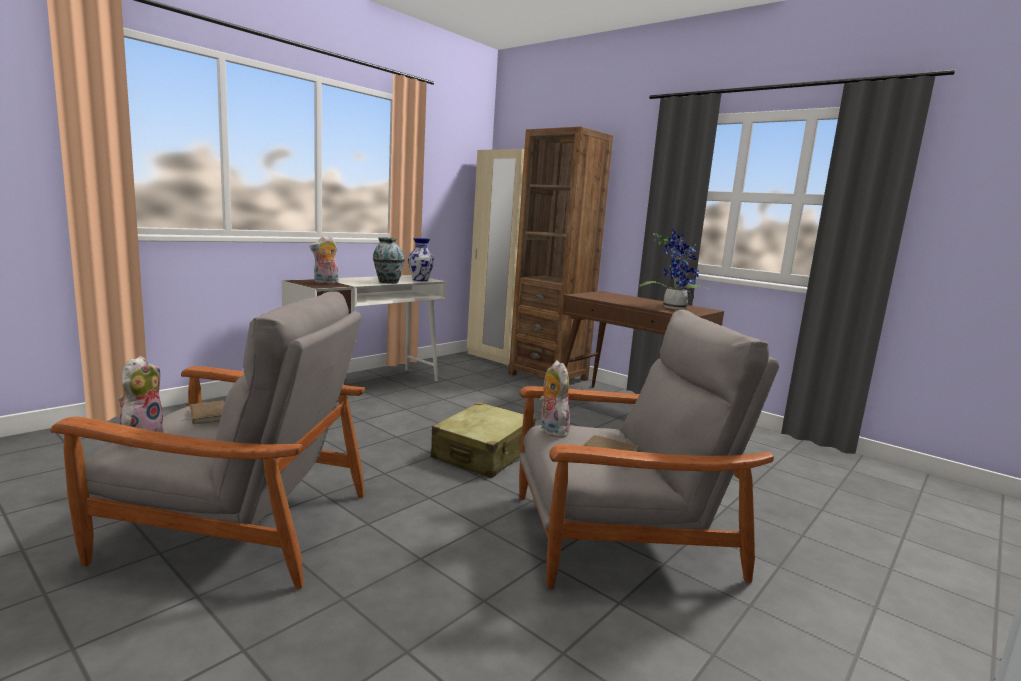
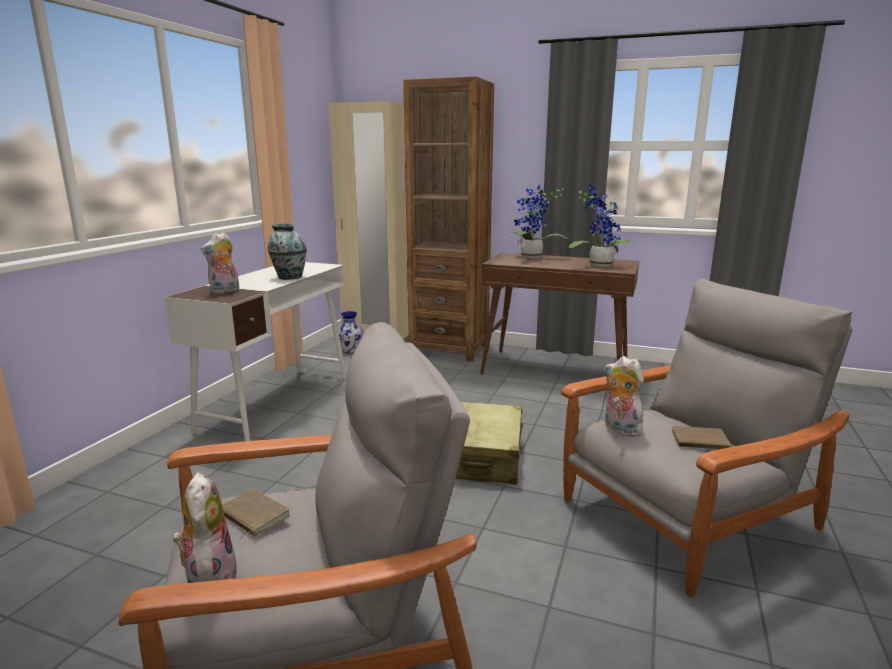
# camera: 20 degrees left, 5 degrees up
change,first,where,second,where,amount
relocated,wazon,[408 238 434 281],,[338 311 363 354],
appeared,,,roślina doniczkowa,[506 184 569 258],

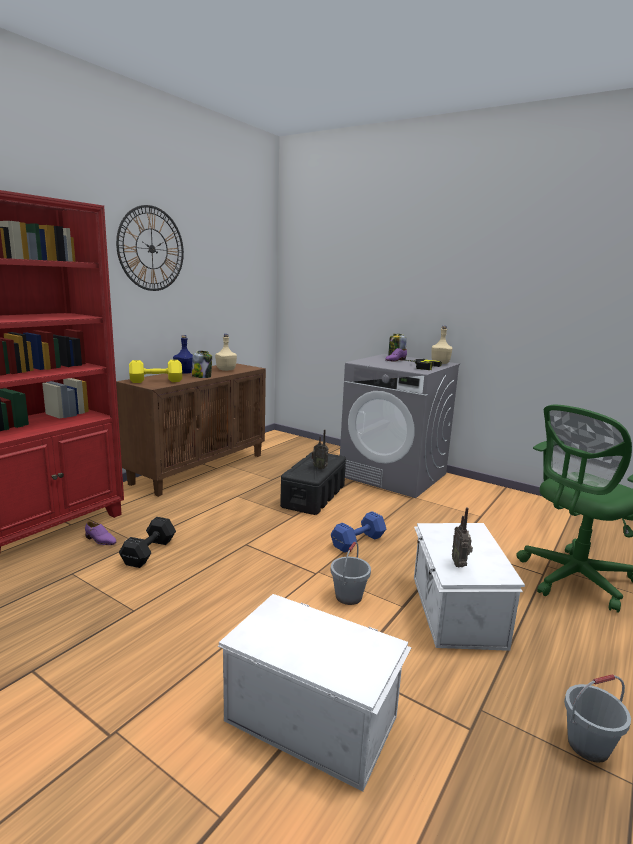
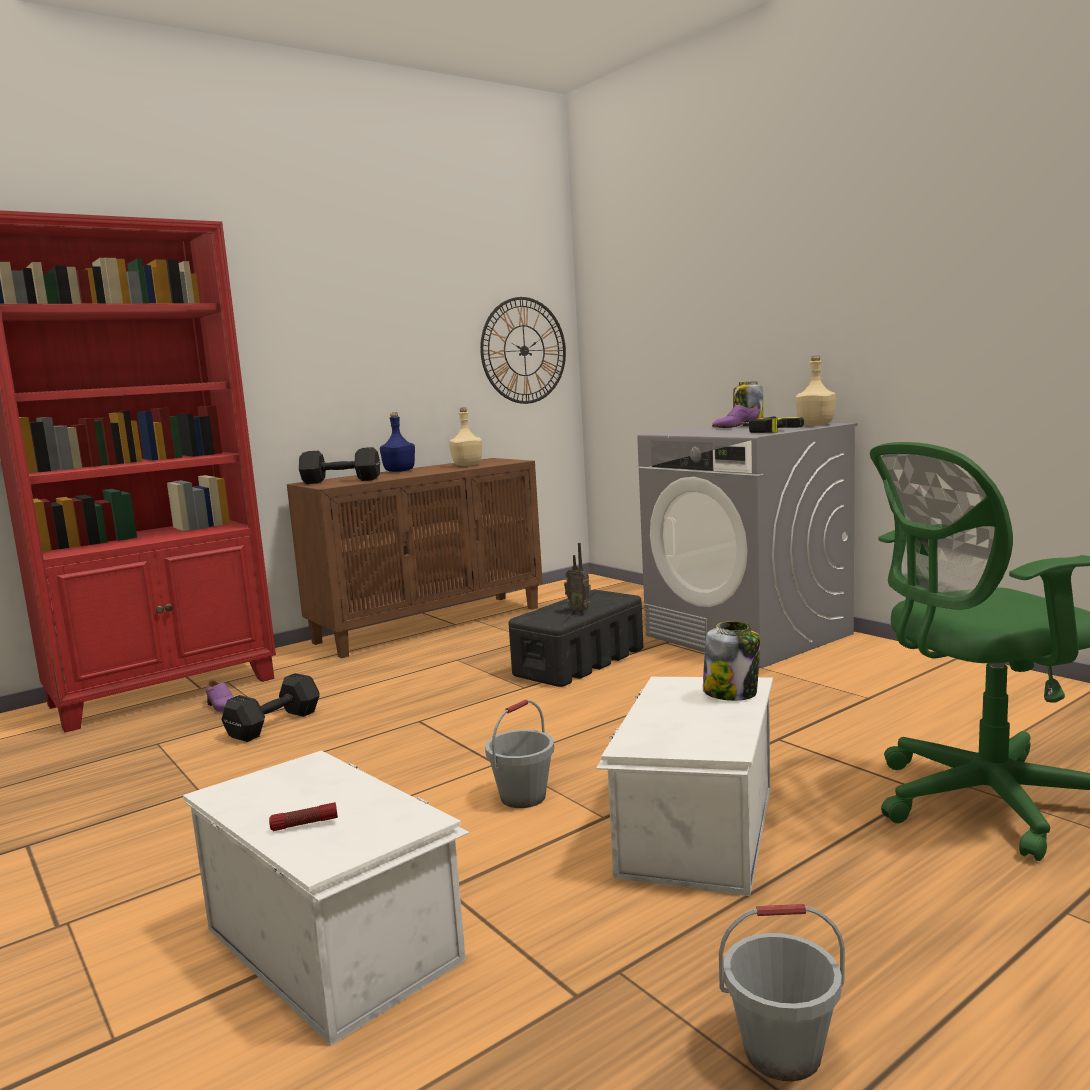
# camera: 20 degrees right, 5 degrees down
change,first,where,second,where,amount
relocated,zegar ścienny,[116 205 184 291],,[480 297 566 404],
relocated,słoik,[192 351 212 378],,[703 621 760 701],
colour,hantel [żółty],[129 360 182 383],hantel [czarny],[299 447 380 484],
missing,radio,[452 507 473 568],,,
missing,hantel [niebieski],[331 511 386 553],,,
appeared,,,latarka,[269 802 338 831],

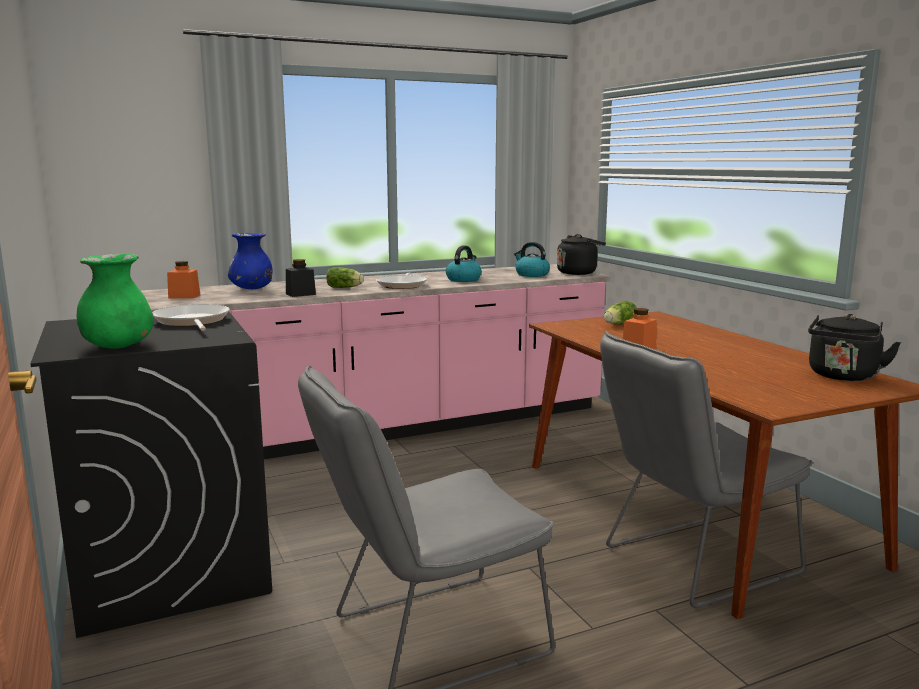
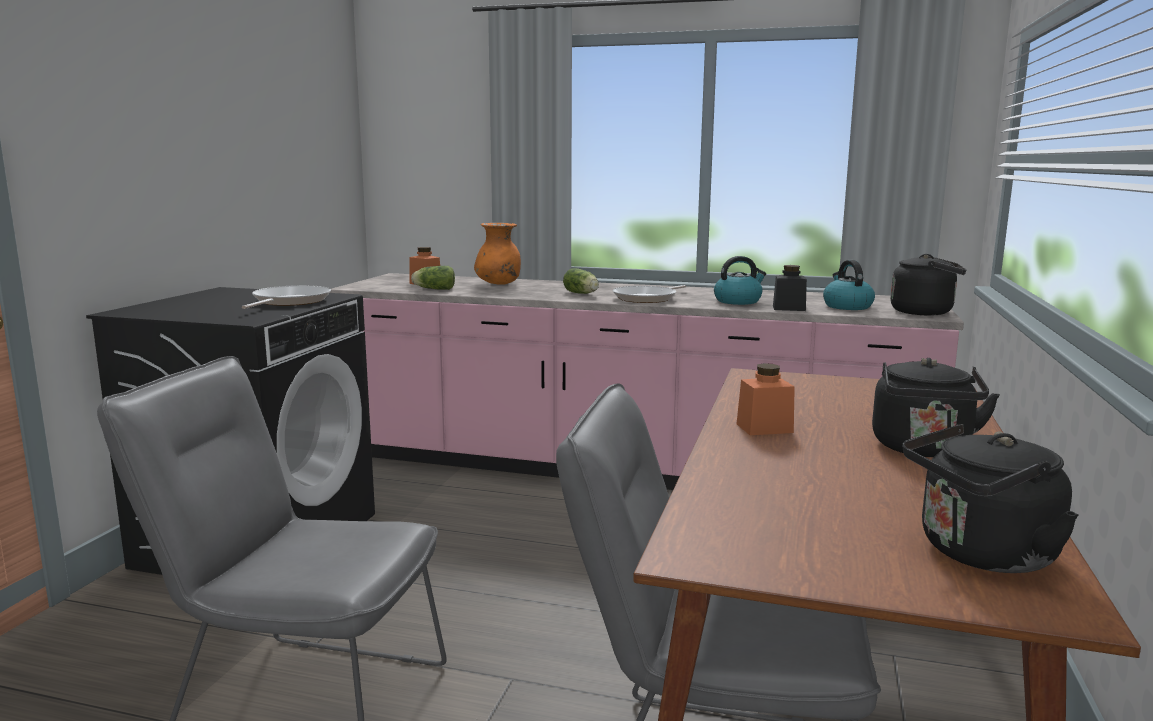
# camera: 40 degrees right, 0 degrees up
change,first,where,second,where,amount
colour,wazon [niebieski],[228 233 272 289],wazon [pomarańczowy],[474 223 521 285],
missing,wazon [zielony],[77 254 154 349],,,
relocated,słoik [czarny],[286 259 316 297],,[773 265 807 311],
relocated,sałata,[604 301 637 325],,[411 266 455 290],
appeared,,,czajnik [czarny],[872 358 1000 457],

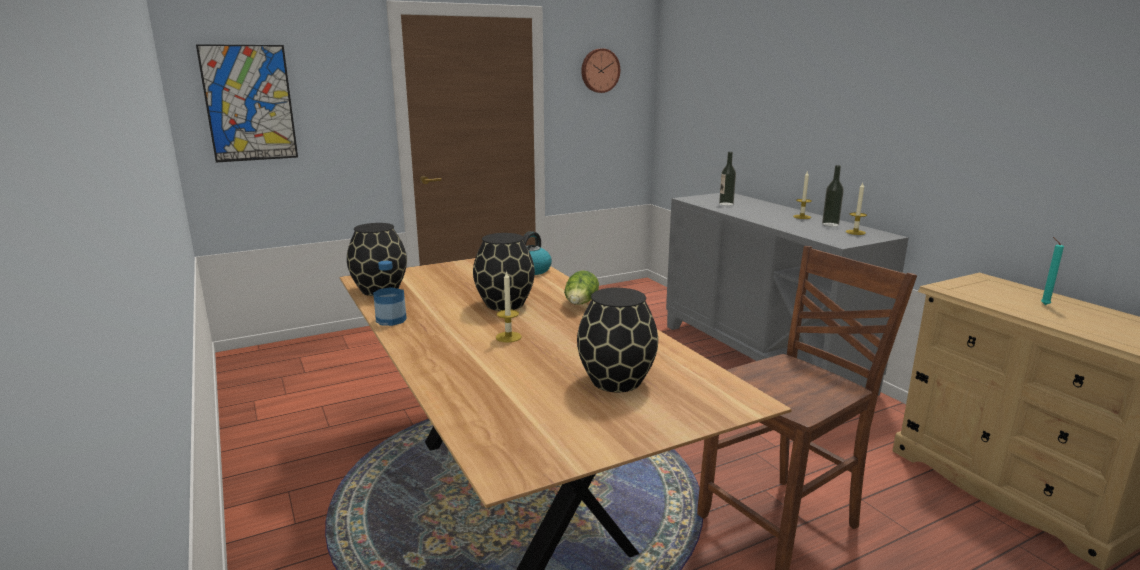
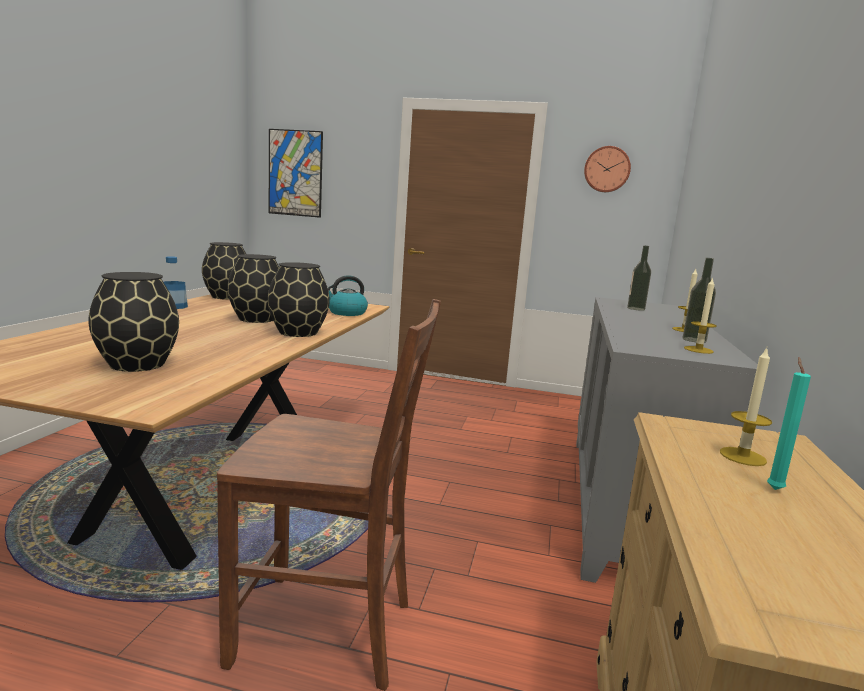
# camera: 40 degrees right, 5 degrees down
change,first,where,second,where,amount
exchanged,sałata,[564 270 599 305],wazon [czarny],[267 262 330 337],
relocated,świeca,[496 271 522 343],,[720 348 772 466],

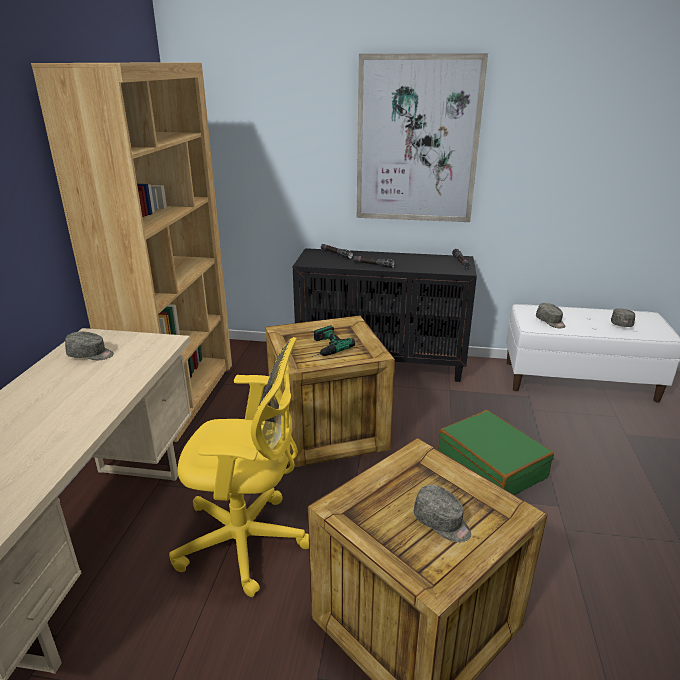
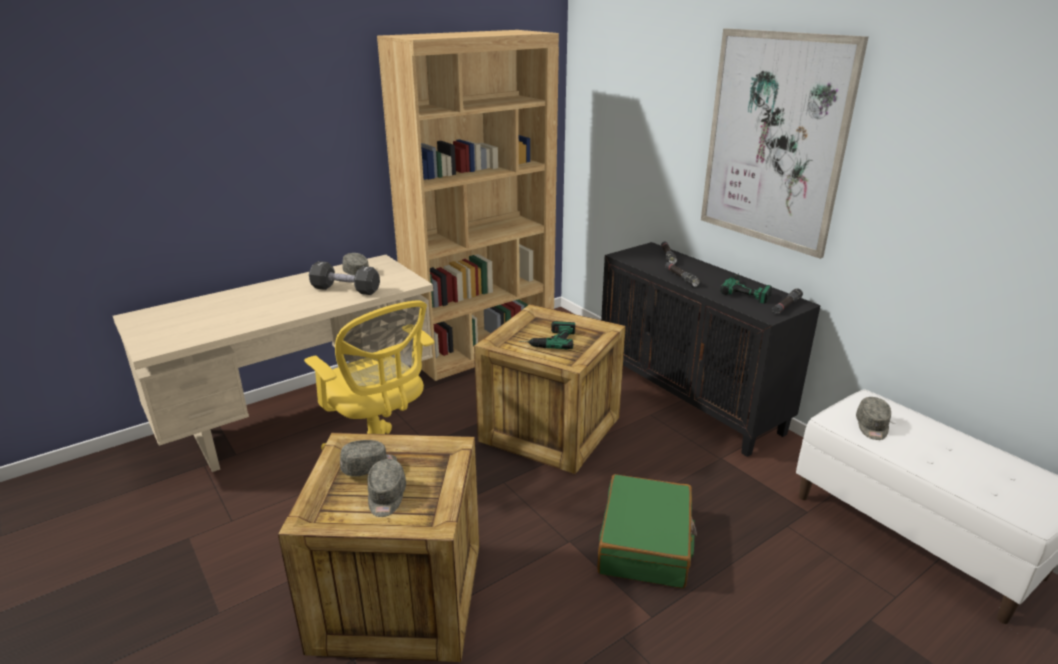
# camera: 45 degrees right, 0 degrees up
change,first,where,second,where,amount
relocated,czapka z daszkiem [szary],[611 308 635 327],,[340 440 397 476],
appeared,,,hantel [czarny],[309 261 380 295],
appeared,,,wiertarka,[720 273 772 304],

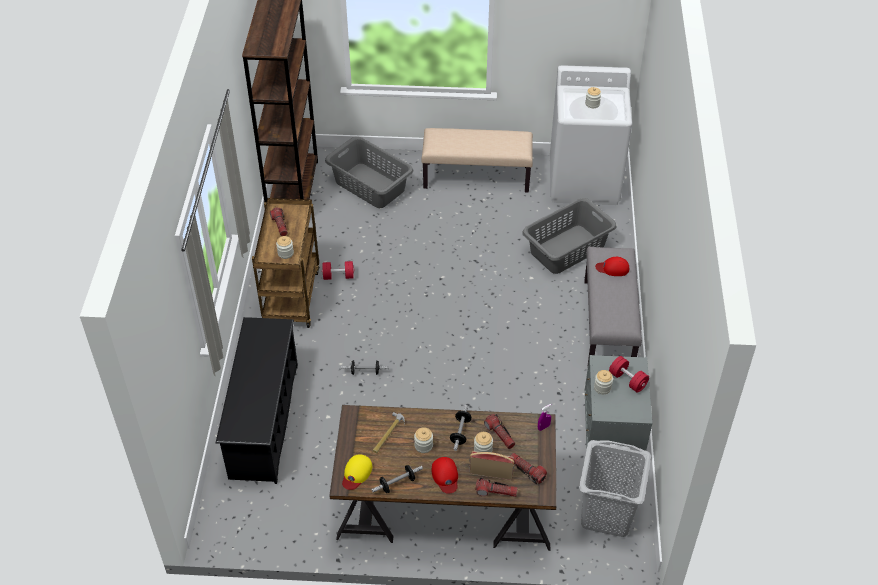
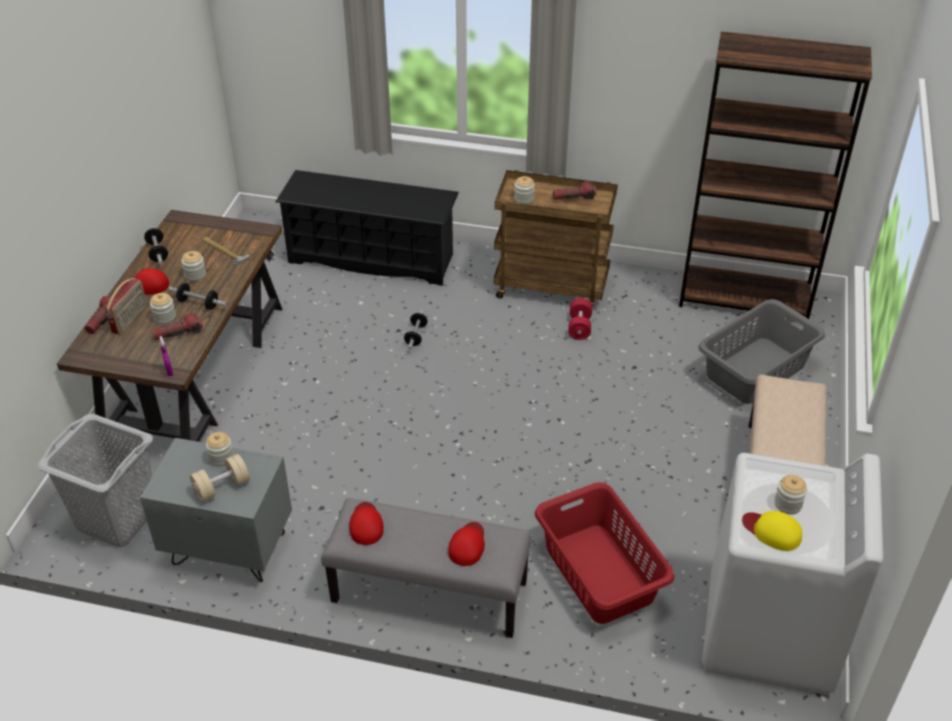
# camera: 100 degrees right, 5 degrees down
change,first,where,second,where,amount
colour,kosz na pranie [szary],[522 198 617 274],kosz na pranie [czerwony],[535 482 674 624],
colour,hantel [czerwony],[609 356 649 393],hantel [beżowy],[190 454 250 502],
missing,latarka,[511 453 547 484],,,
relocated,czapka z daszkiem [żółty],[342 454 372 490],,[742 511 802 551],
appeared,,,czapka z daszkiem [czerwony],[349 502 384 545],

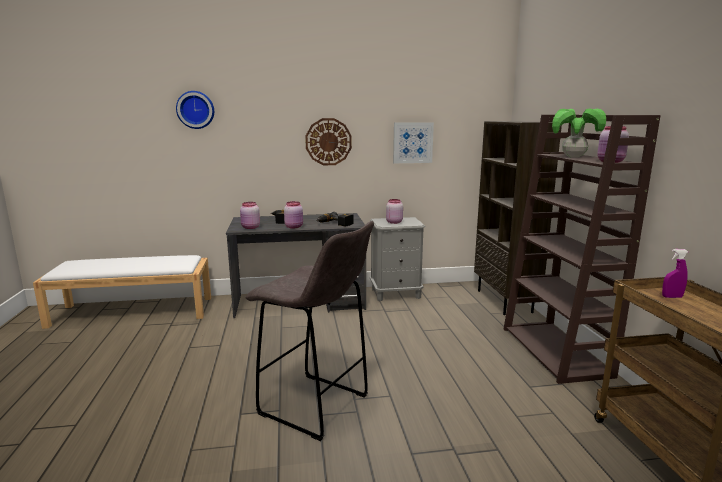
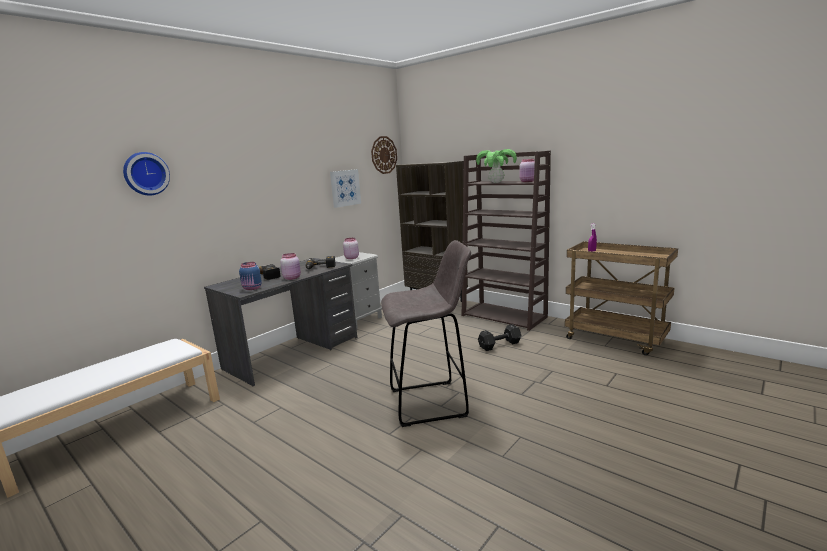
# camera: 40 degrees left, 0 degrees up
change,first,where,second,where,amount
relocated,zegar ścienny,[305 118 352 165],,[371 136 397 174],
colour,słoik [różowy],[240 202 260 229],słoik [niebieski],[239 262 262 290],
appeared,,,hantel [czarny],[478 324 522 351],

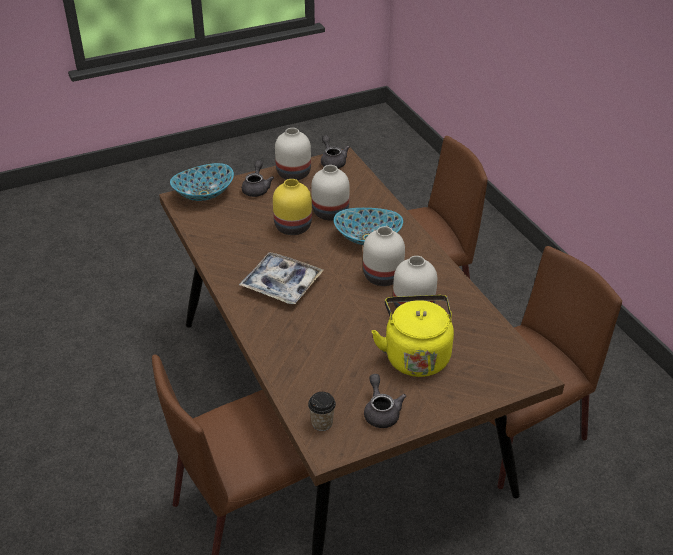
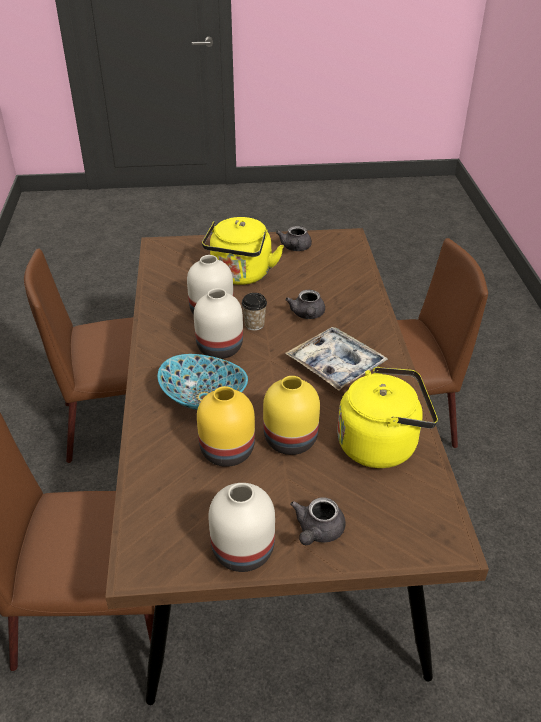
# camera: 160 degrees left, 0 degrees up
change,first,where,second,where,amount
relocated,imbryk [szary],[321 135 349 169],,[285 290 325 319],
missing,miska,[170 163 234 201],,,
colour,wazon [biały],[311 165 350 220],wazon [żółty],[197 386 255 467],
relocated,filiżanka,[308 392 336 431],,[241 293 267 331],
appeared,,,czajnik [żółty],[337 367 438 468],

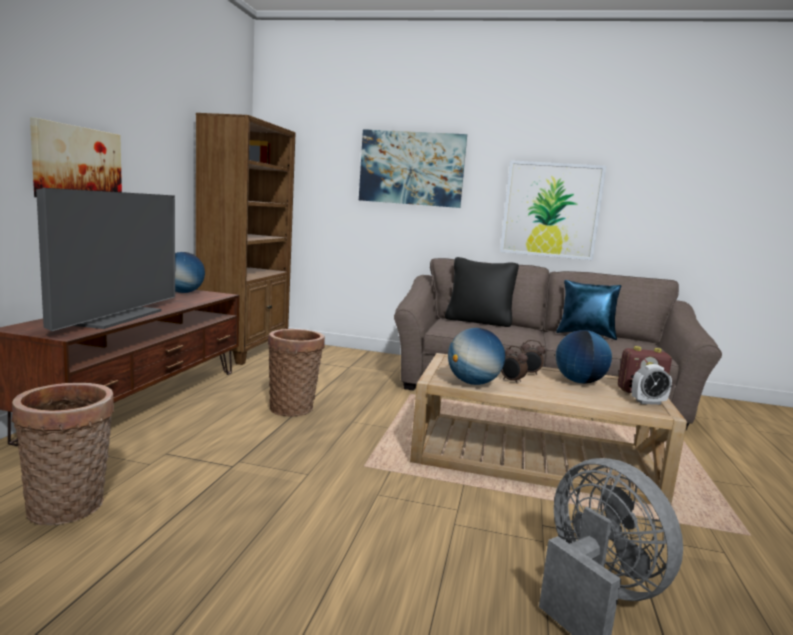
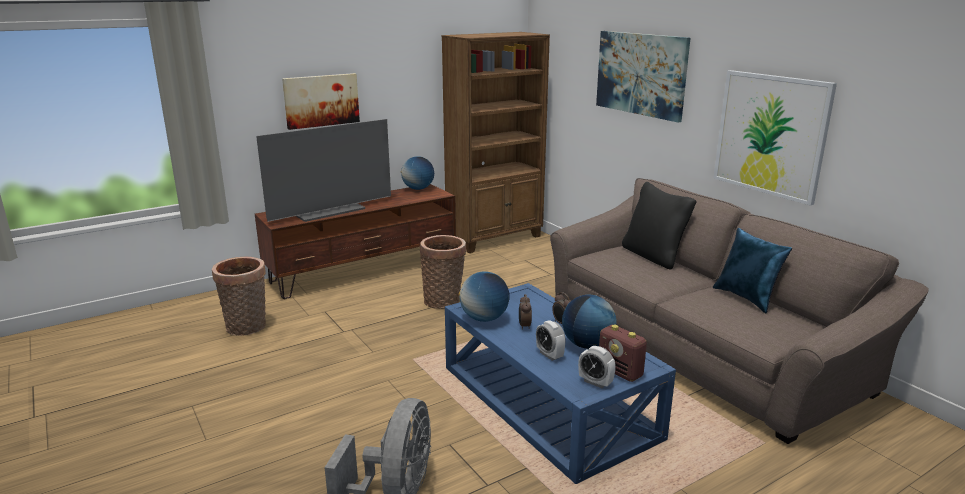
# camera: 45 degrees right, 10 degrees up
change,first,where,second,where,amount
colour,ława [beżowy],[410 353 687 504],ława [niebieski],[445 283 676 484],
appeared,,,budzik,[536 320 566 361],

